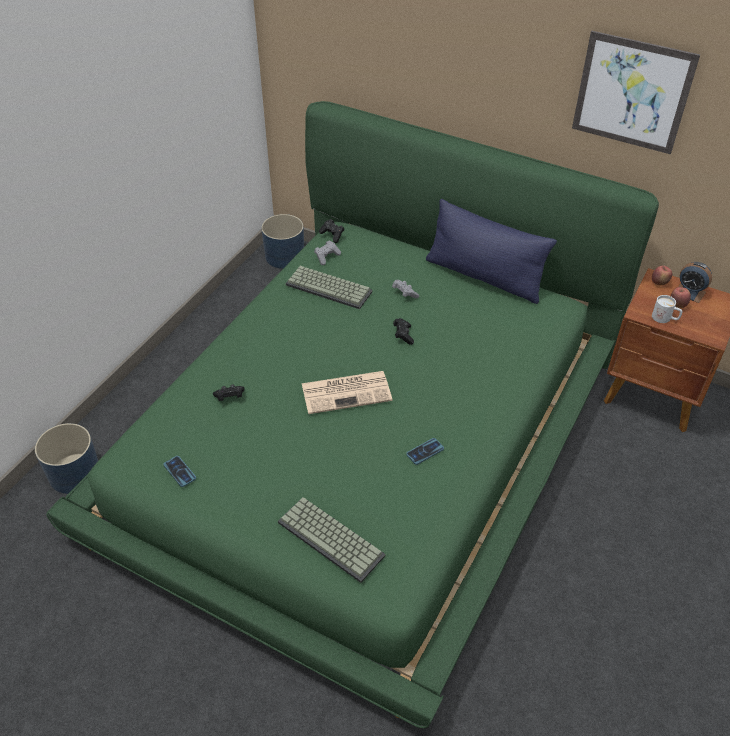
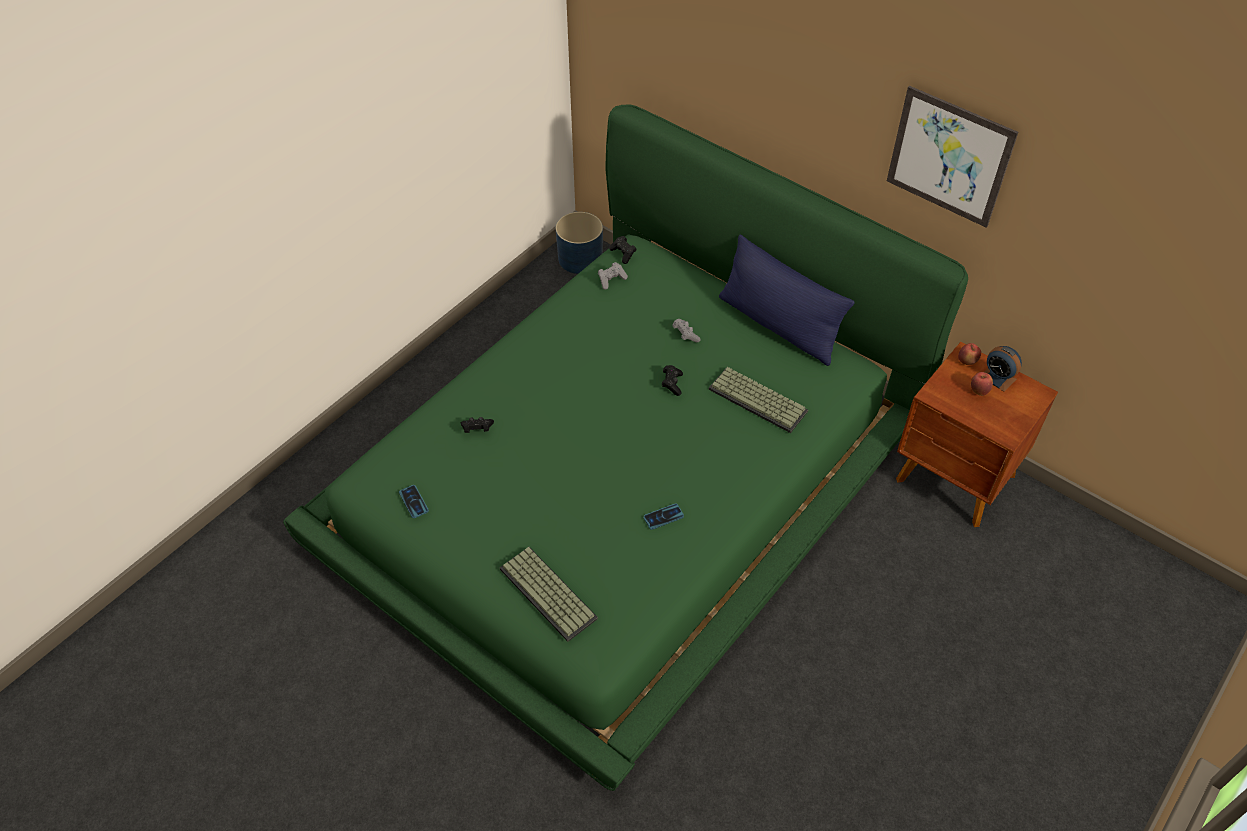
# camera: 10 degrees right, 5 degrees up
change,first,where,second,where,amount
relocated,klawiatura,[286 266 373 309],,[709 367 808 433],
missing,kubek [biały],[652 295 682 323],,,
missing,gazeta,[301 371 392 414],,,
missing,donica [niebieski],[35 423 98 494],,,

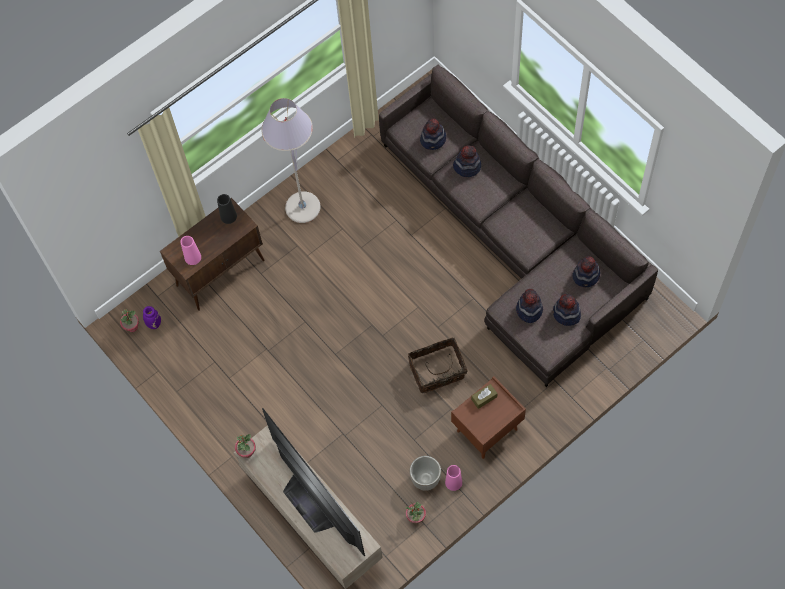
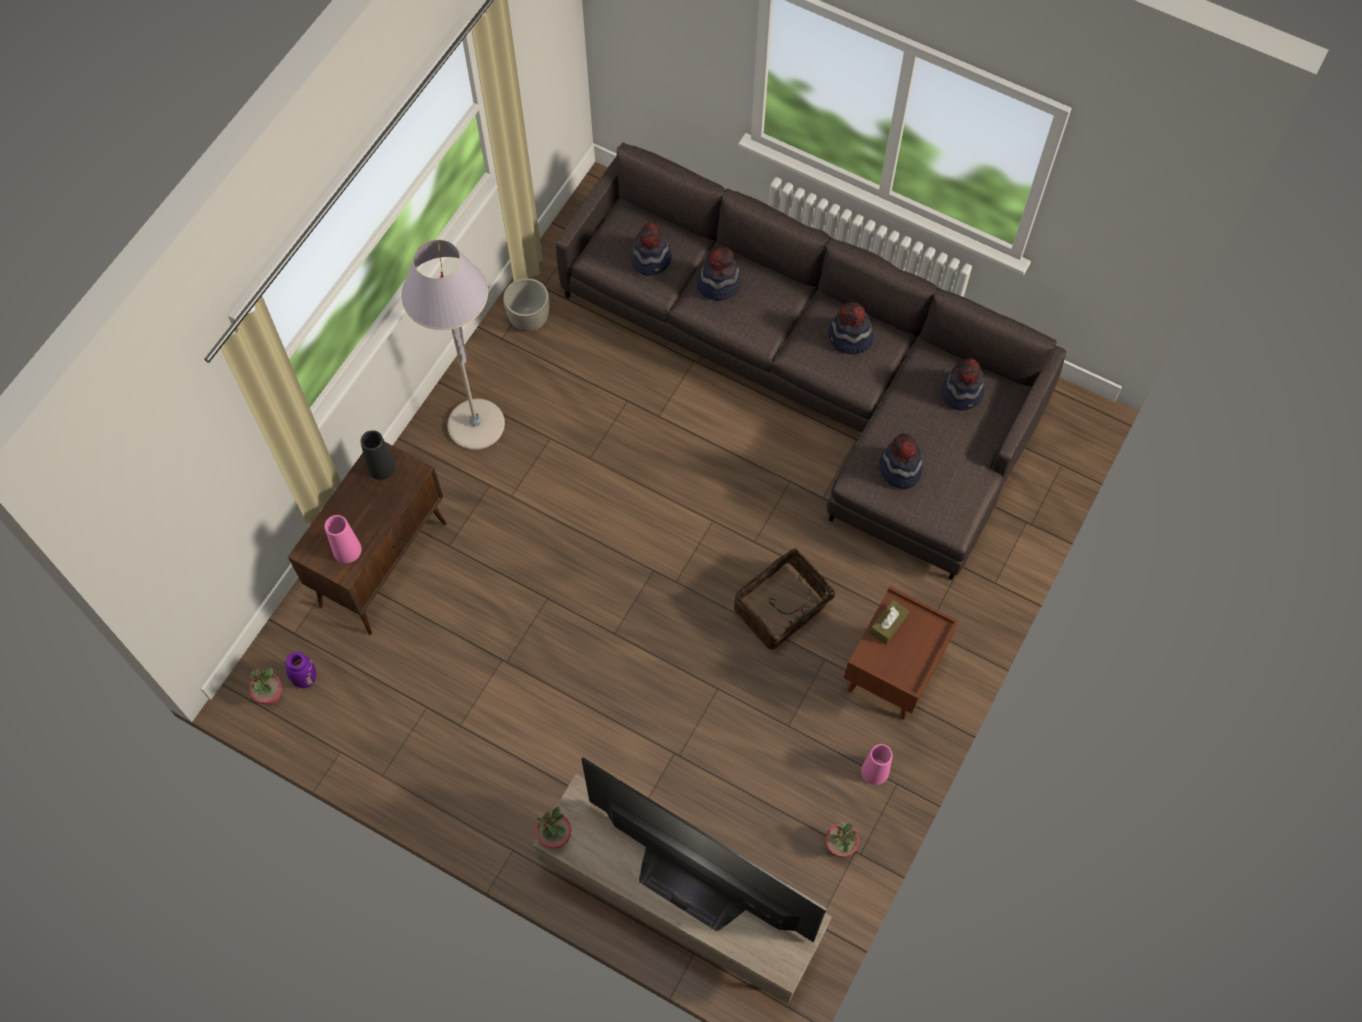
# camera: 25 degrees left, 0 degrees up
change,first,where,second,where,amount
relocated,kapelusz,[553 294 581 326],,[828 302 873 354],
relocated,donica,[409 456 441 491],,[503 278 549 331],

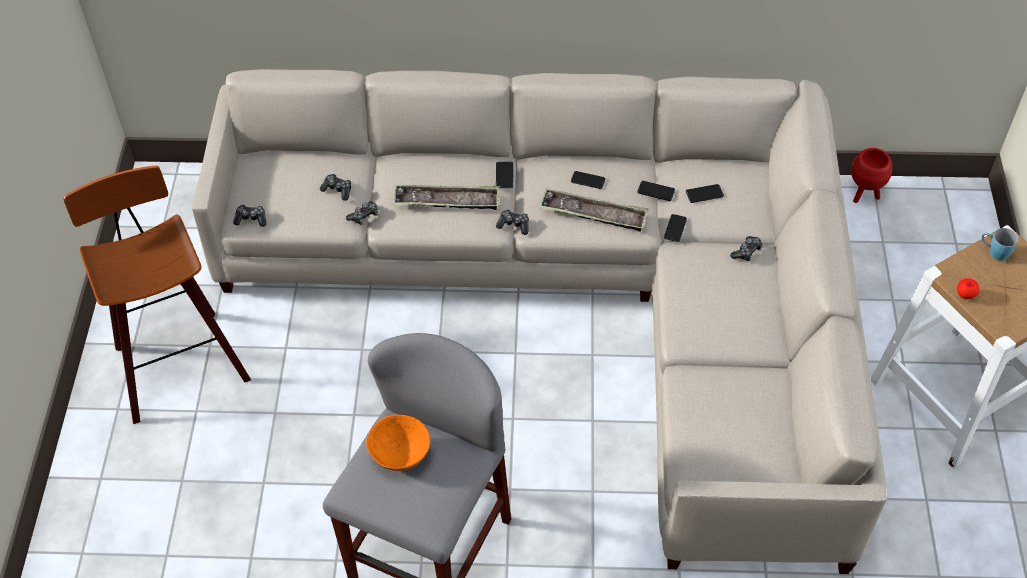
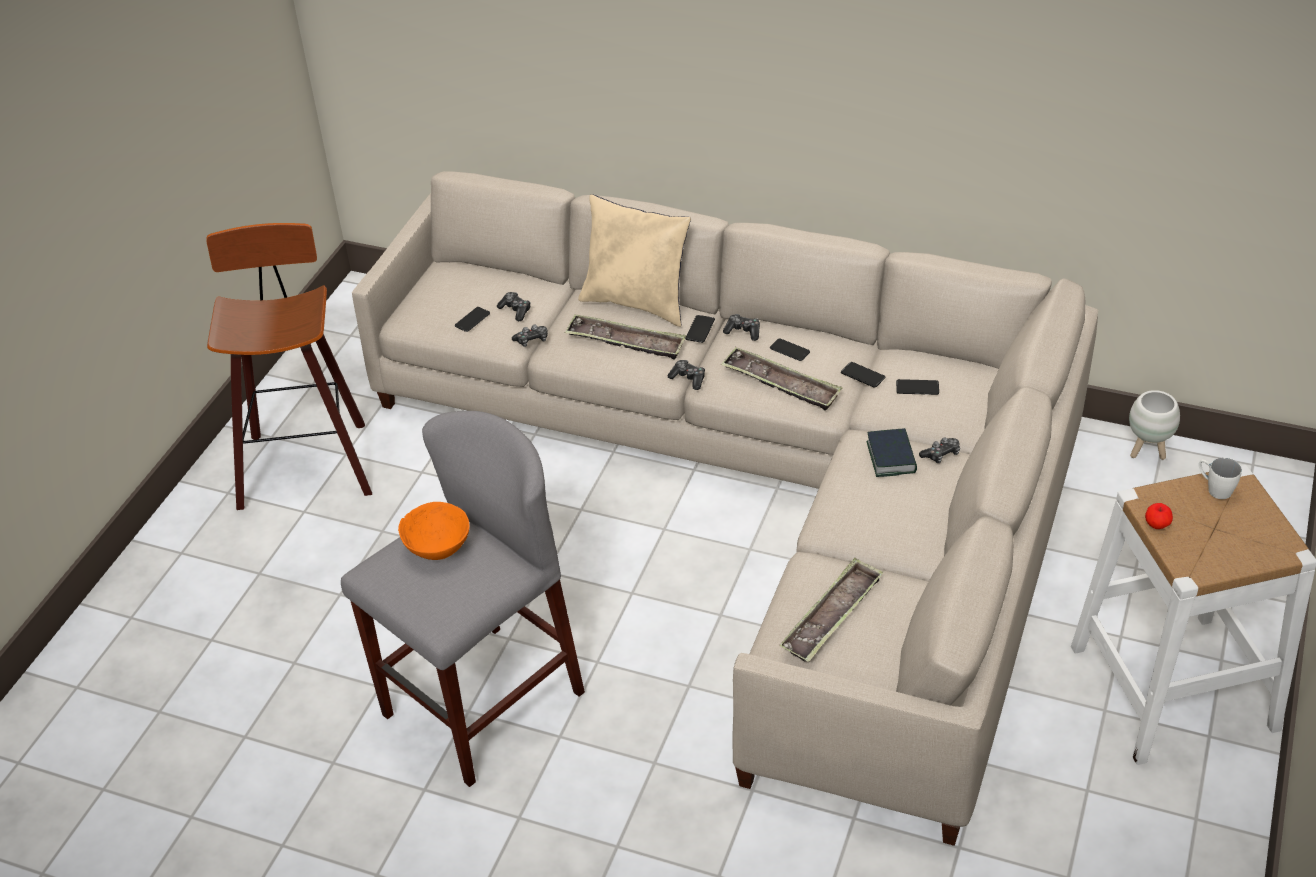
# camera: 20 degrees right, 10 degrees down
change,first,where,second,where,amount
colour,donica [czerwony],[851 148 892 203],donica [biały],[1129 390 1180 460],
relocated,pad do gier,[233 205 266 227],,[723 314 760 341],
relocated,telefon,[664 214 687 242],,[455 307 490 332],
colour,kubek [niebieski],[982 228 1019 261],kubek [biały],[1198 458 1242 499],
appeared,,,poduszka [beżowy],[578 194 691 327],
appeared,,,książka,[867 428 917 477],
appeared,,,taca,[779 558 883 662],

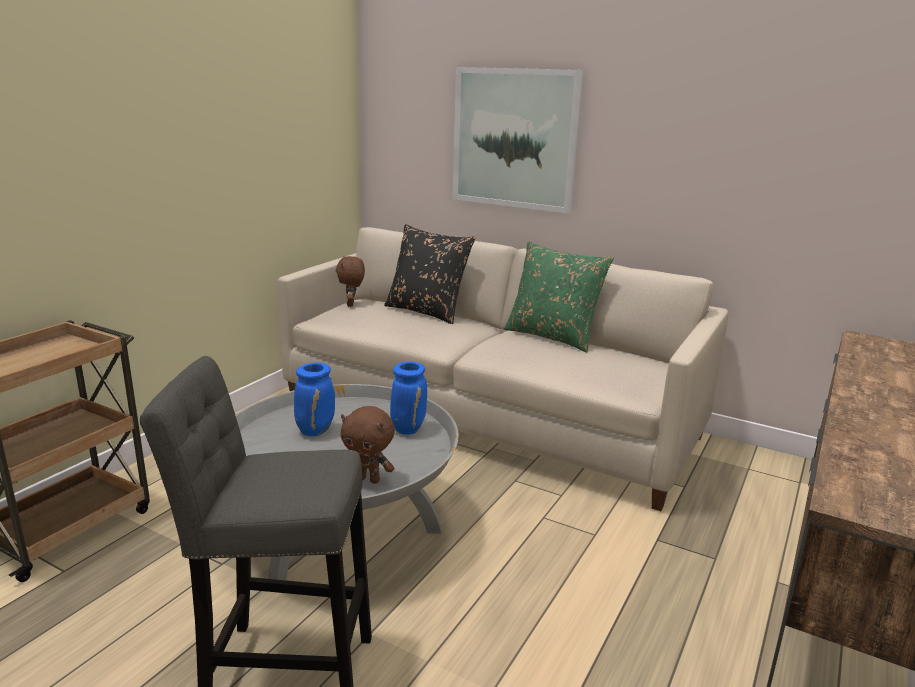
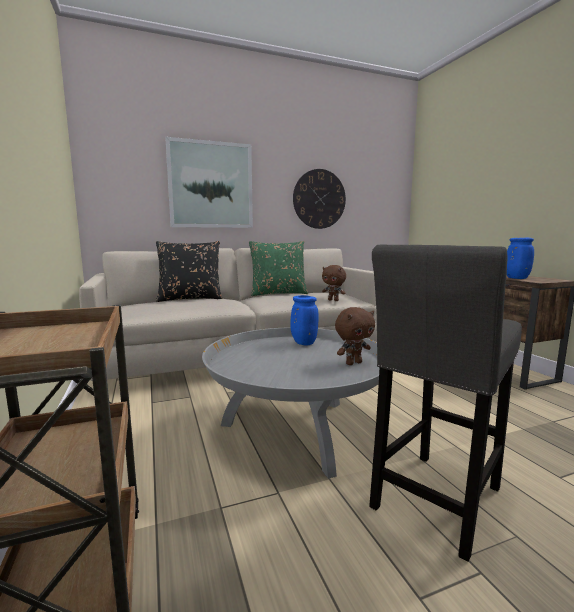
# camera: 50 degrees left, 10 degrees down
change,first,where,second,where,amount
relocated,pluszak [brązowy],[336 256 365 307],,[322 265 346 301],
relocated,wazon [niebieski],[294 363 335 436],,[507 238 534 279],
appeared,,,zegar ścienny,[293 169 346 229],

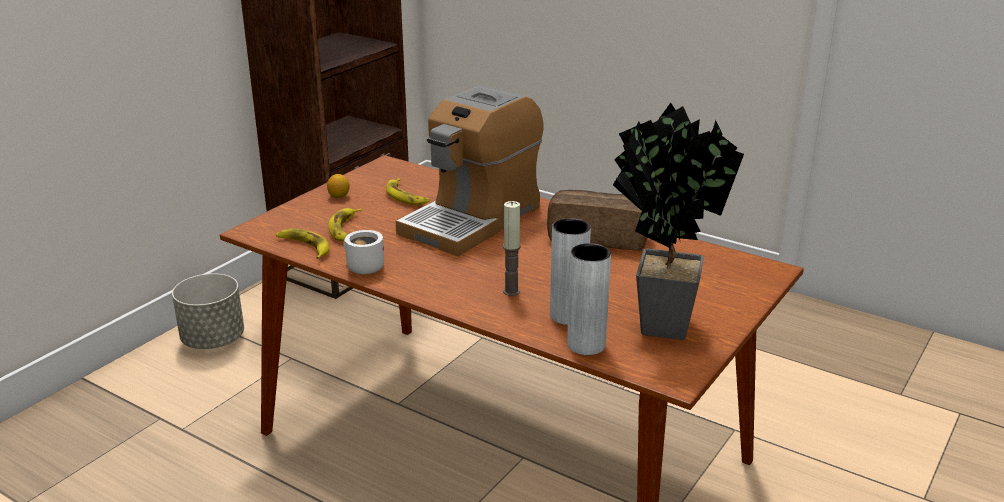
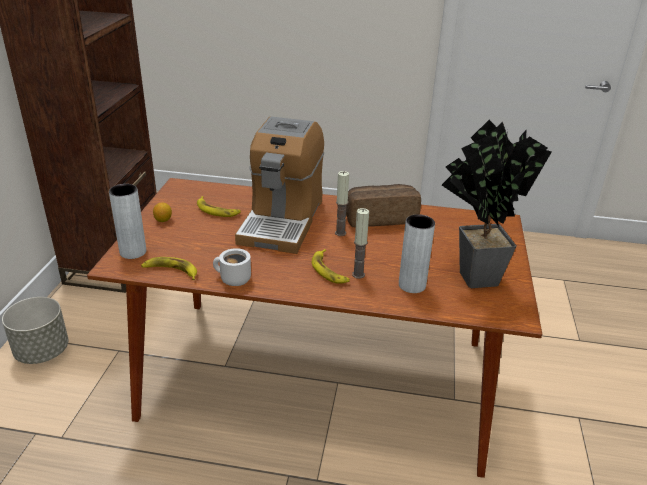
# camera: 25 degrees left, 5 degrees up
change,first,where,second,where,amount
relocated,banan,[328 208 361 241],,[312 249 349 284],
relocated,wazon [szary],[567 243 611 355],,[109 184 146 259],
appeared,,,świeca,[335 171 349 236],

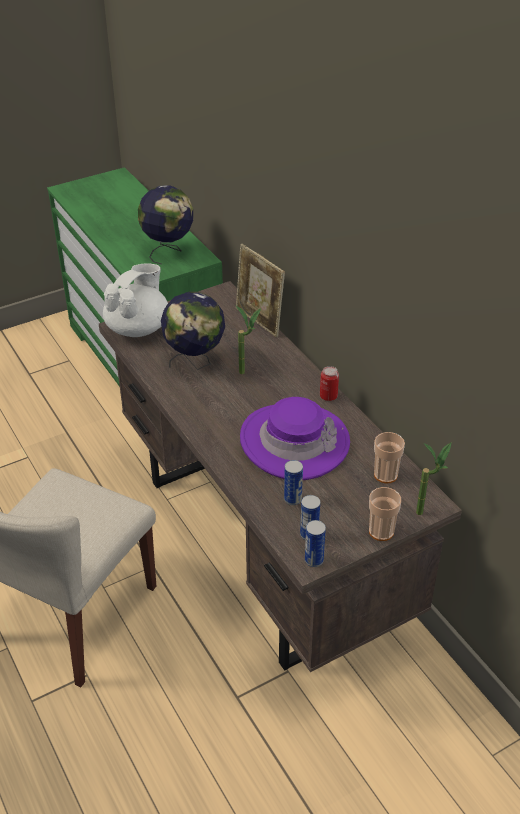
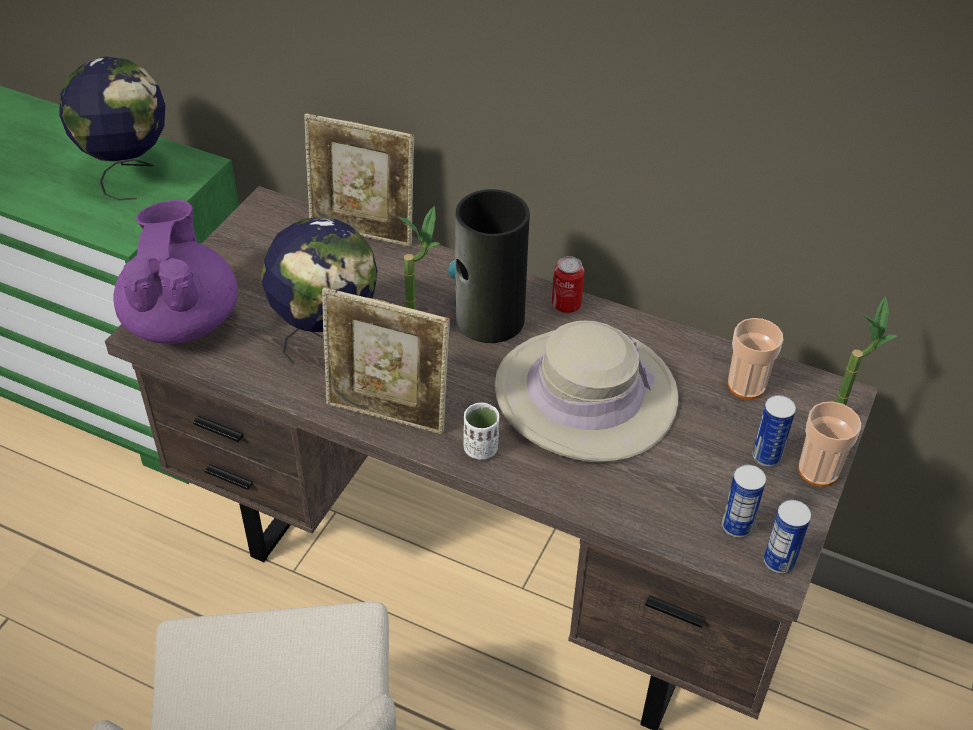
# camera: 35 degrees left, 5 degrees up
change,first,where,second,where,amount
colour,imbryk [biały],[103 263 168 337],imbryk [fioletowy],[114 200 238 344],
colour,kapelusz [fioletowy],[240 397 350 480],kapelusz [beżowy],[494 321 678 463],
relocated,puszka,[284 460 303 505],,[752 395 796 467],
appeared,,,wazon,[448 189 530 343],
appeared,,,ramka na zdjęcie,[322 287 450 434],
appeared,,,filiżanka [biały],[463 403 499 460],

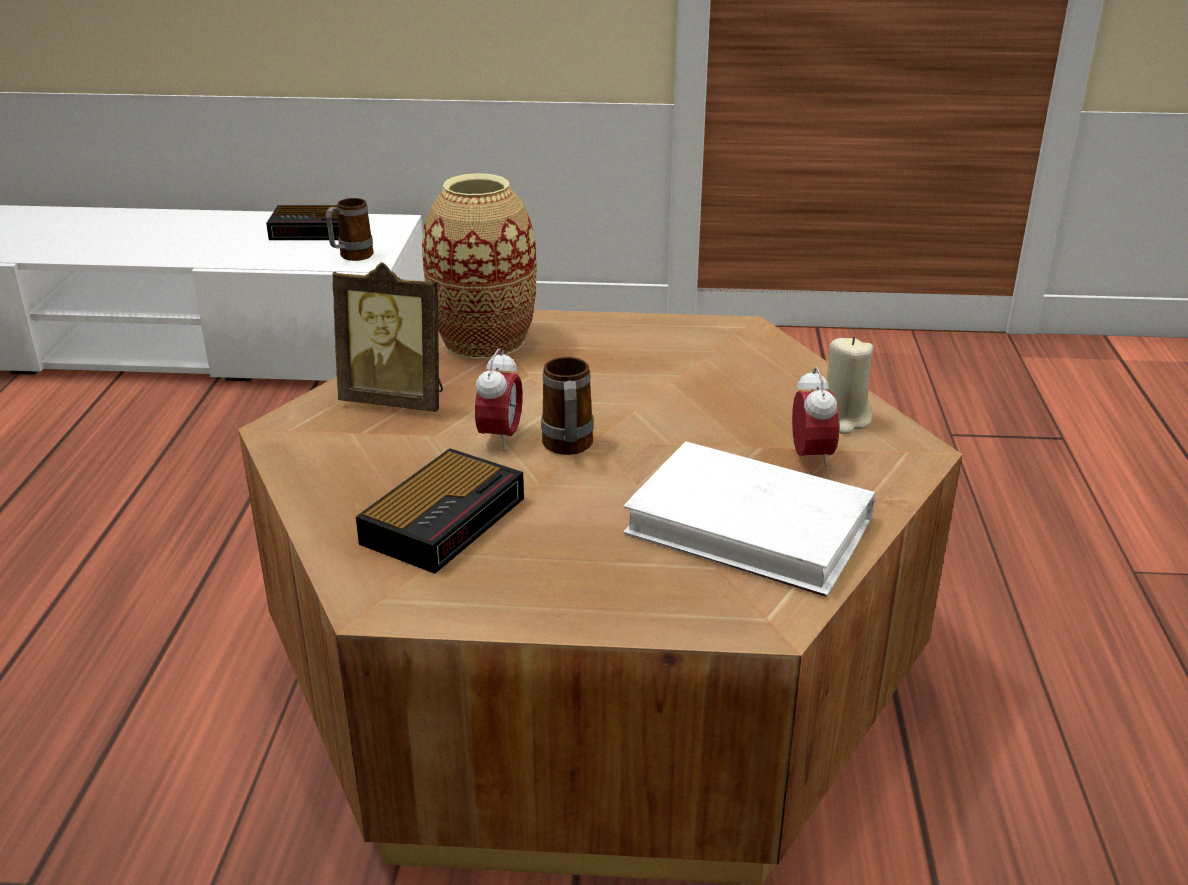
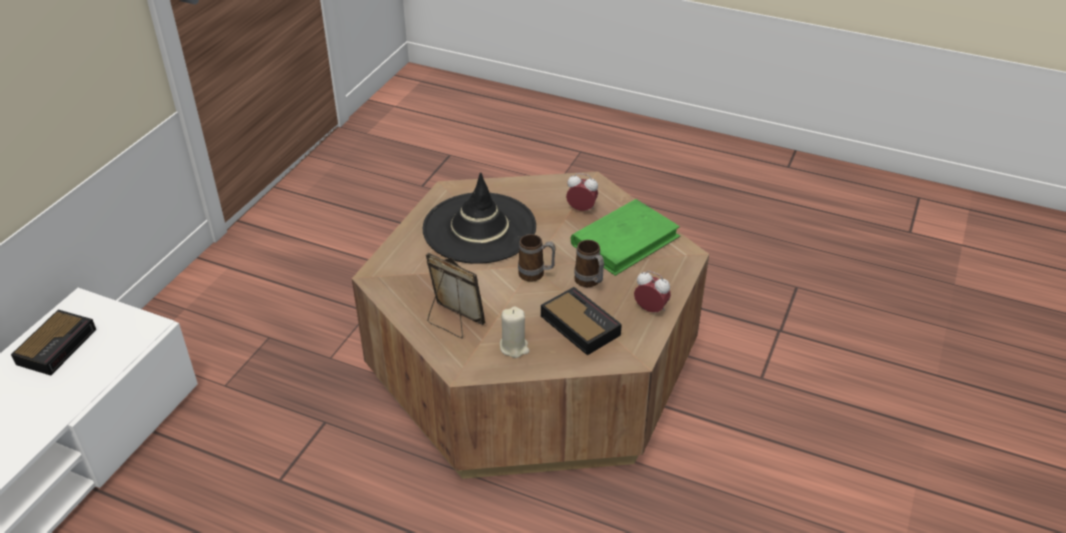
# camera: 70 degrees left, 10 degrees up
change,first,where,second,where,amount
missing,wazon,[422 173 537 359],,,
relocated,kubek,[326 198 374 261],,[574 240 604 287],
spun,ramka na zdjęcie,[332 262 443 412],,[426 253 485 338],90 degrees counterclockwise
relocated,świeca [beżowy],[826 337 874 434],,[500 307 530 358],
relocated,budzik,[475 348 523 451],,[634 271 671 313],
colour,książka [biały],[623 442 875 597],książka [zielony],[571 199 680 276],
appeared,,,kapelusz [czarny],[423 172 536 264],

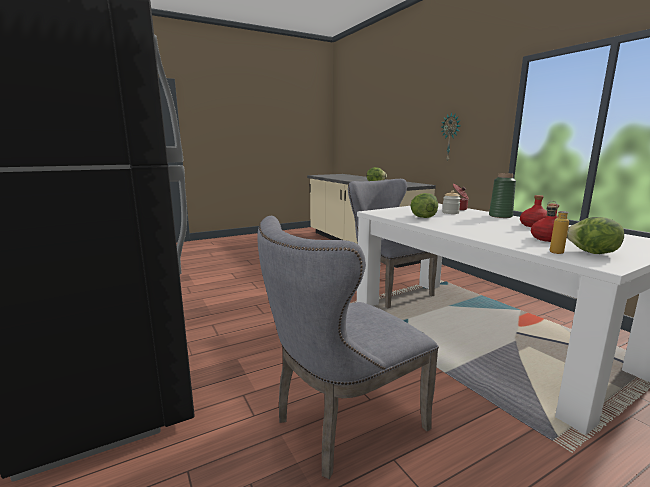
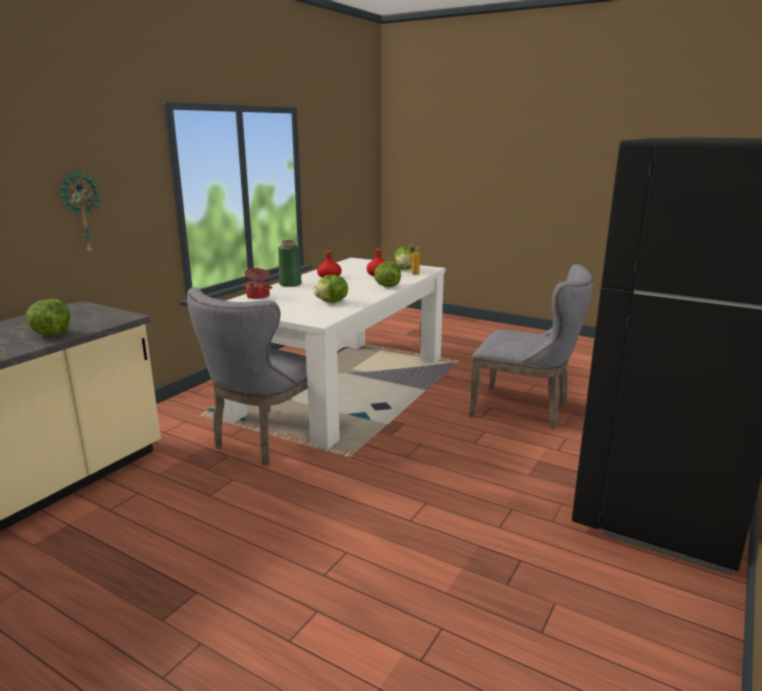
# camera: 120 degrees left, 5 degrees up
change,first,where,second,where,amount
missing,słoik,[442 190 461 214],,,
appeared,,,sałata,[374 261 401 287],

